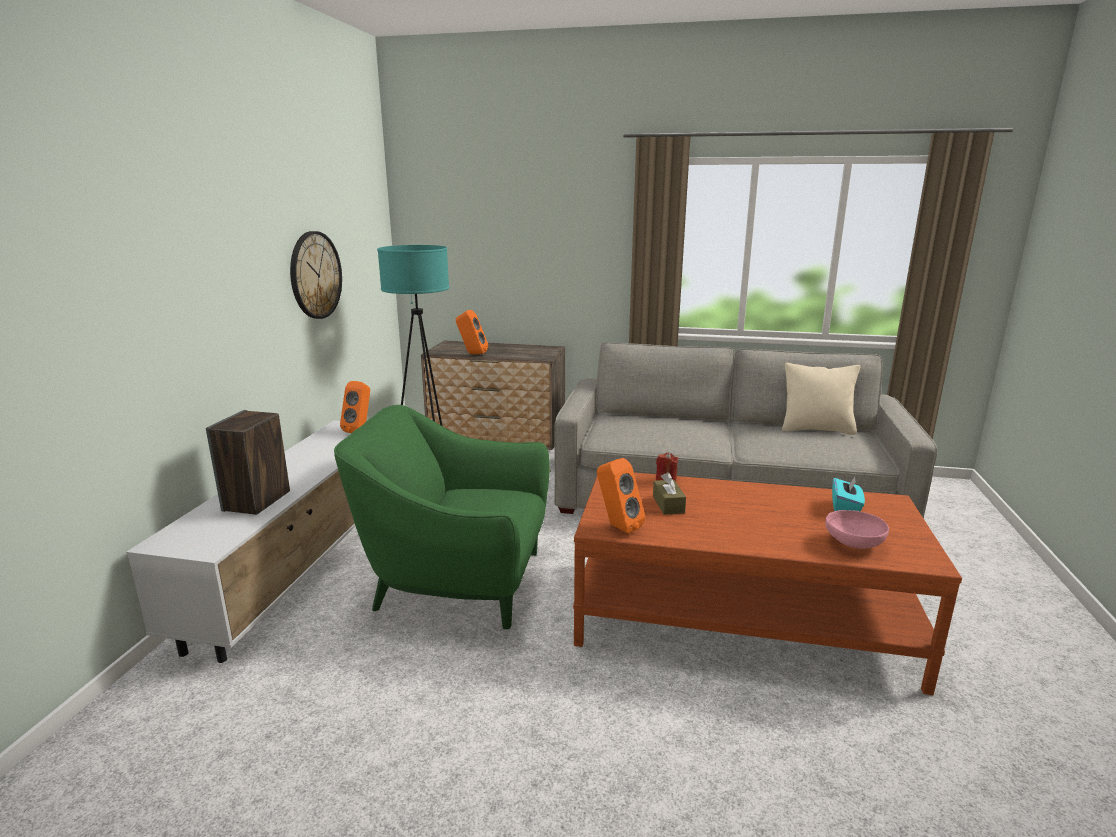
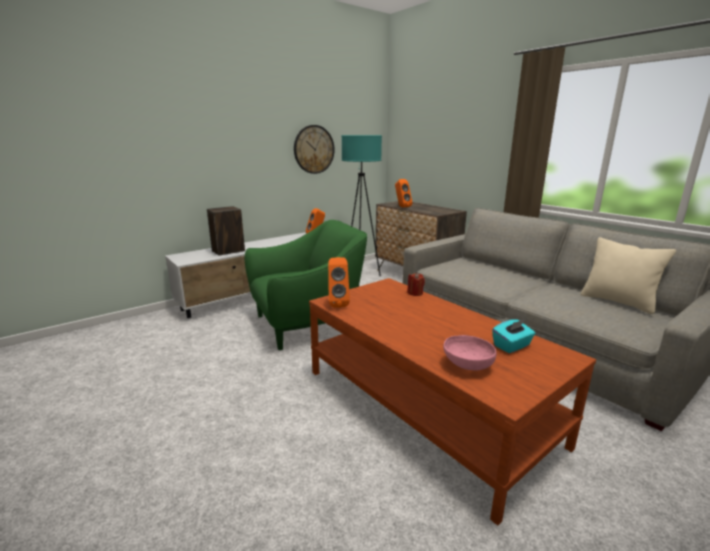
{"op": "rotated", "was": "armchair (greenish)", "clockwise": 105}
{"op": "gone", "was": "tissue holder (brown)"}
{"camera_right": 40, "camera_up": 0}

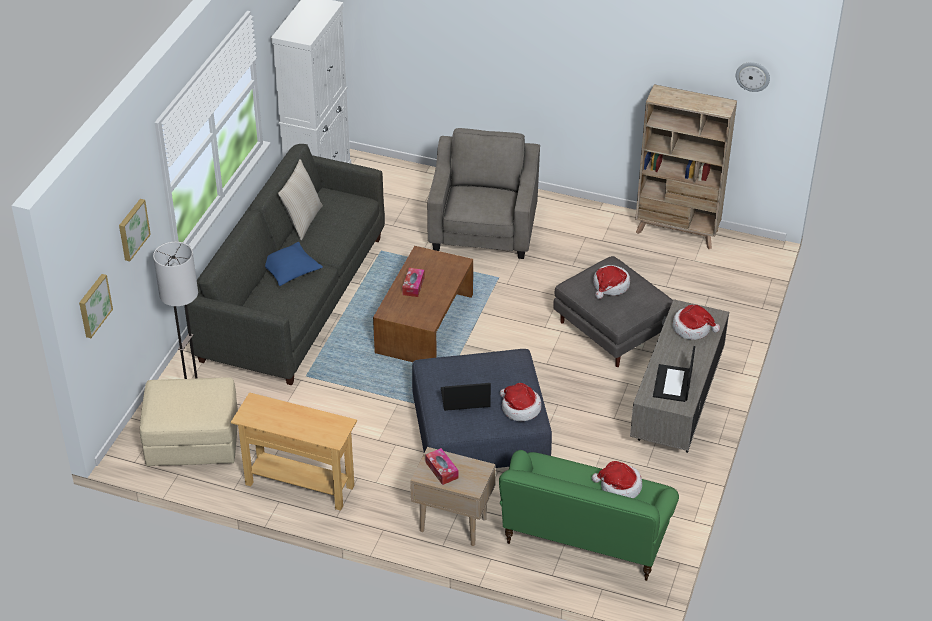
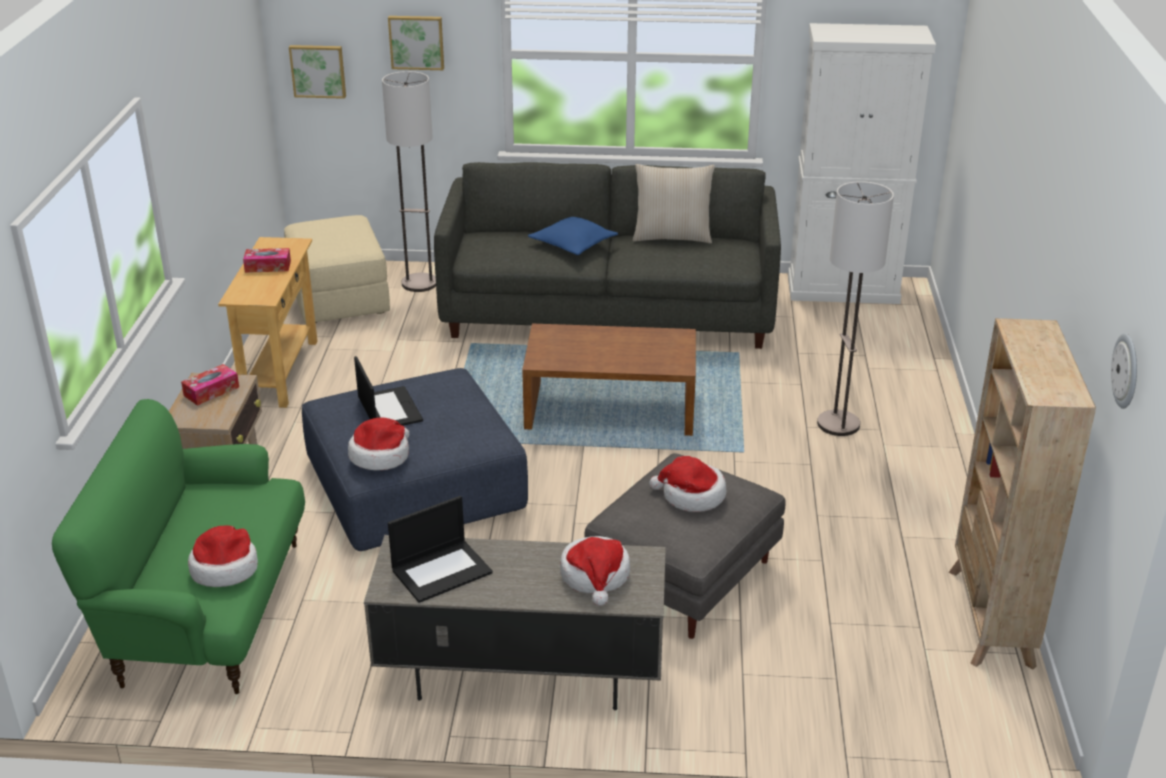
{"op": "shifted", "was": "tissue holder (no. 1 from left in the first image)", "now": "tissue holder (no. 2 from left)"}
{"op": "rotated", "was": "notebook computer (no. 2 from left)", "clockwise": 150}
{"op": "swapped", "was": "armchair (gray)", "now": "standing lamp (no. 2 from left)"}
{"camera_right": 75, "camera_up": -10}

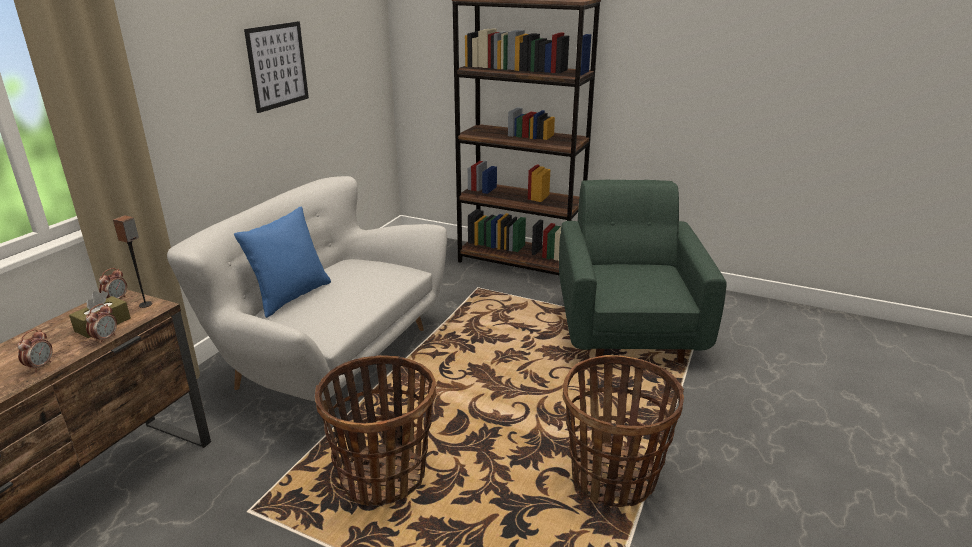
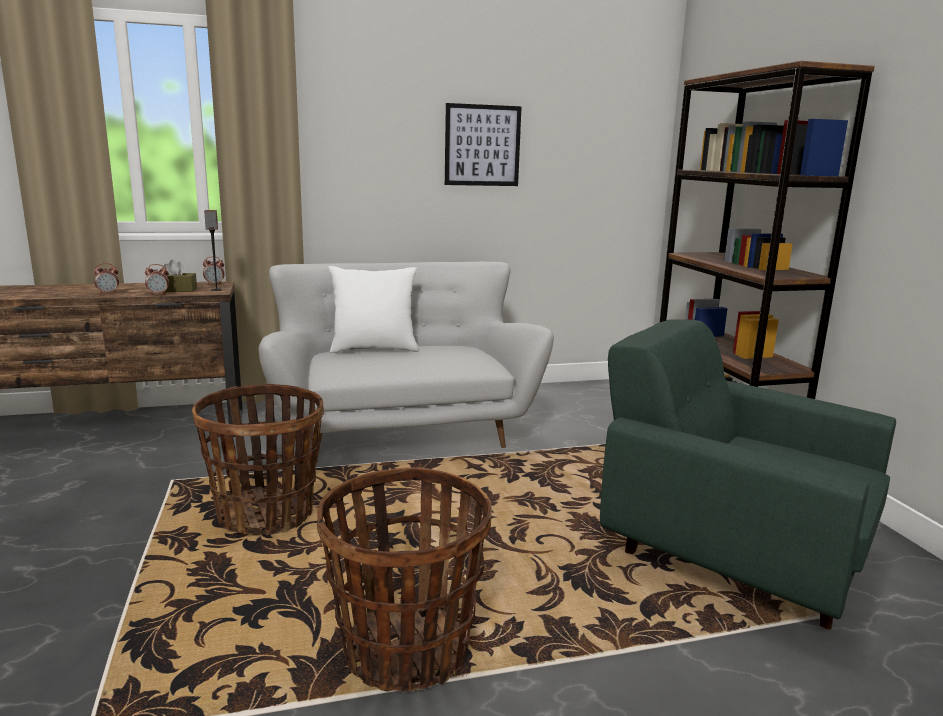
{"op": "repainted", "was": "cushion (blue-coloured)", "now": "cushion (whitish)"}
{"op": "rotated", "was": "armchair (greenish)", "clockwise": -105}
{"camera_right": 50, "camera_up": -10}

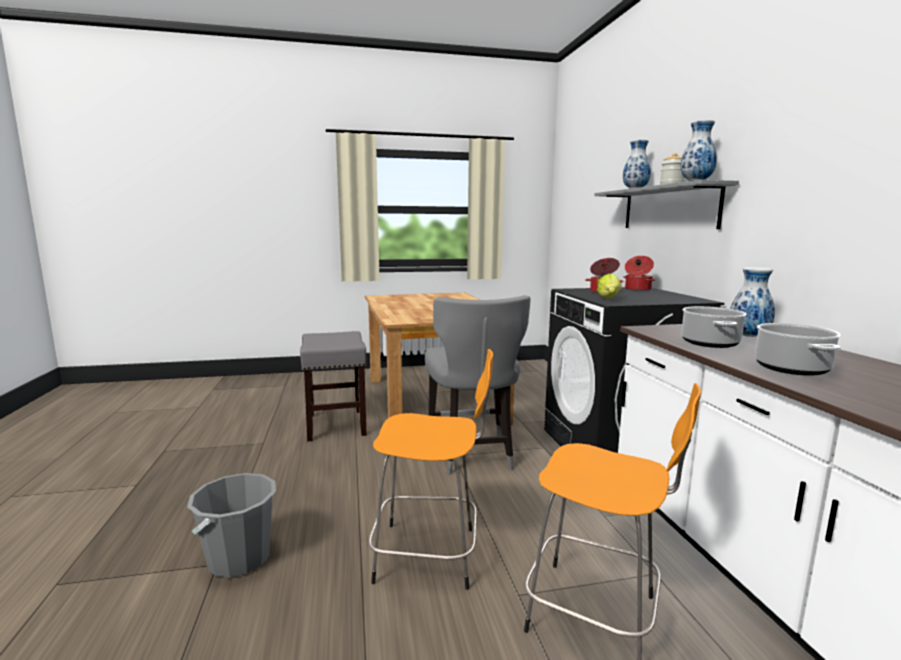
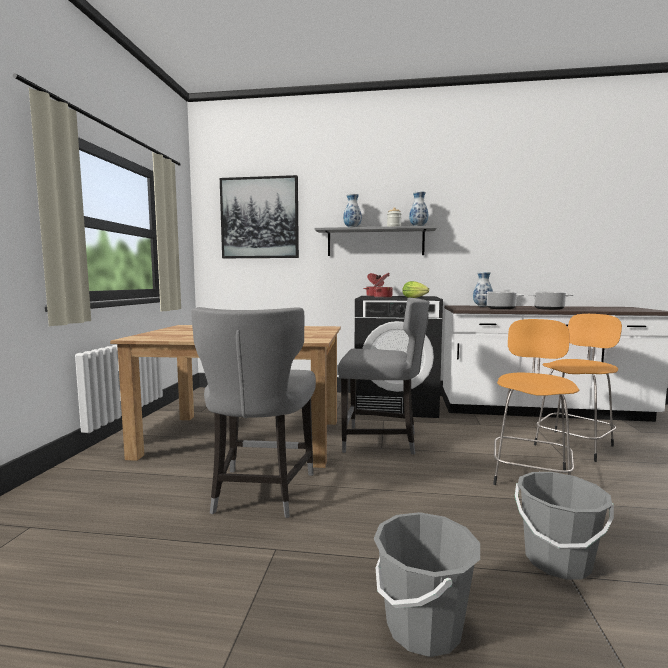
{"op": "swapped", "was": "sitting stool (gray)", "now": "plain chair (gray) (no. 1 from left)"}
{"op": "new", "now": "picture"}
{"op": "new", "now": "water bucket (gray) (no. 1 from left)"}
{"camera_right": -70, "camera_up": -5}

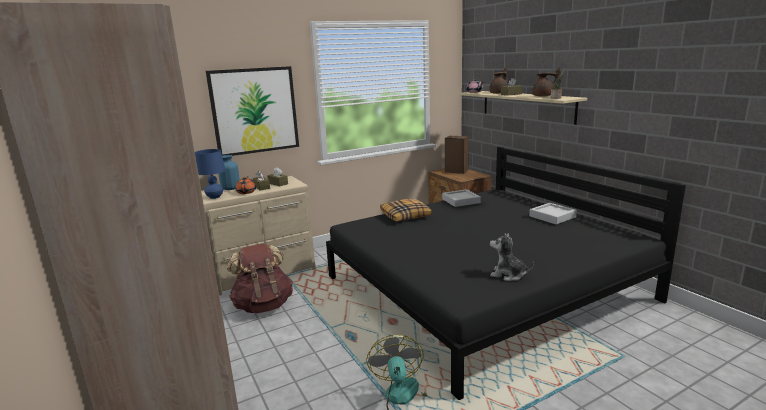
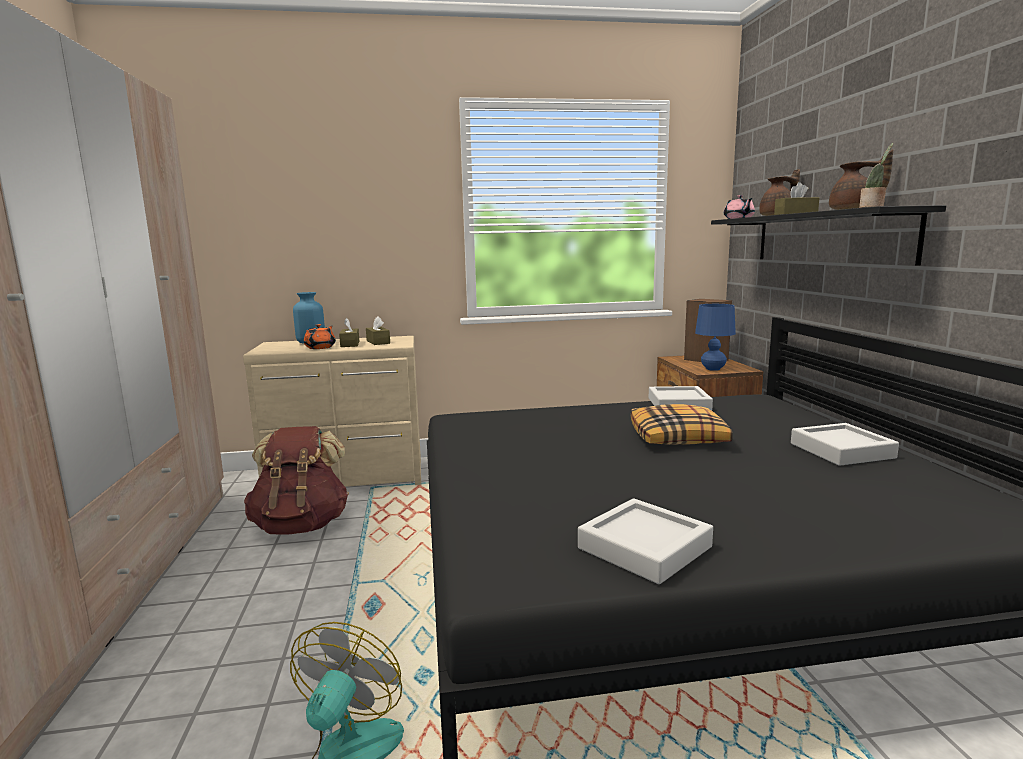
{"op": "swapped", "was": "soft toy", "now": "carrying tray (gray) (no. 1 from left)"}
{"op": "shifted", "was": "cushion"}
{"op": "shifted", "was": "table lamp (blue-coloured)"}
{"op": "repainted", "was": "wall shelf (sand-coloured)", "now": "wall shelf (black-coloured)"}
{"op": "gone", "was": "picture"}
{"camera_right": 20, "camera_up": -5}

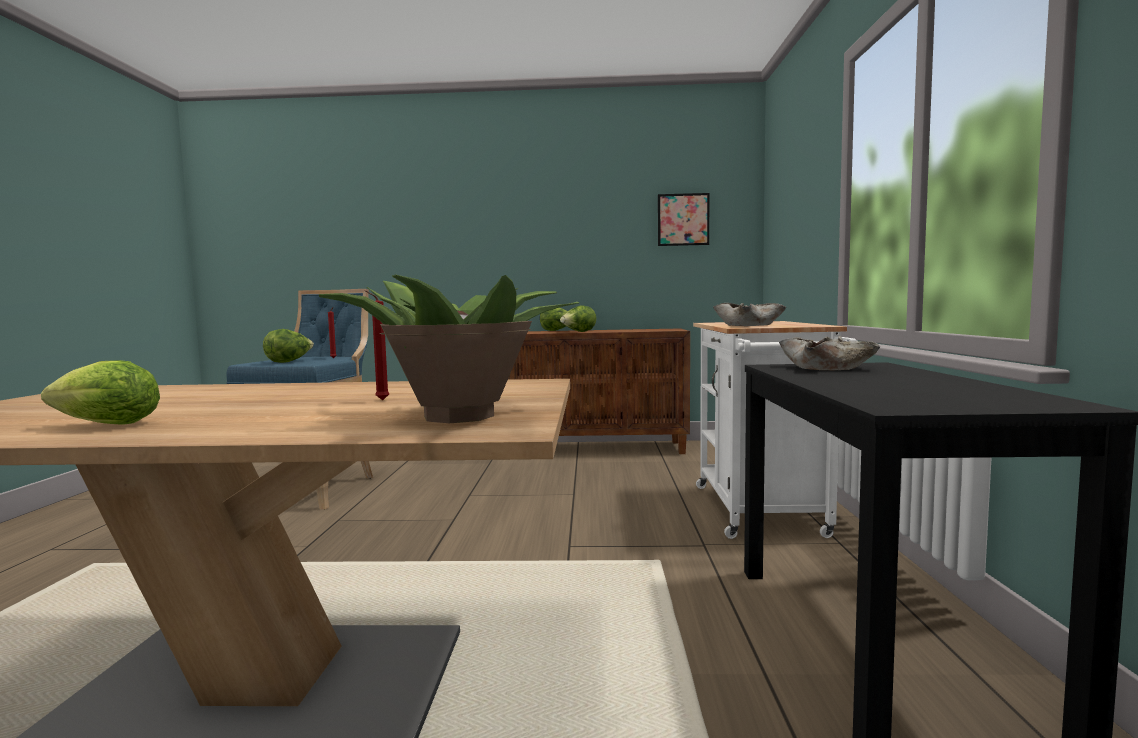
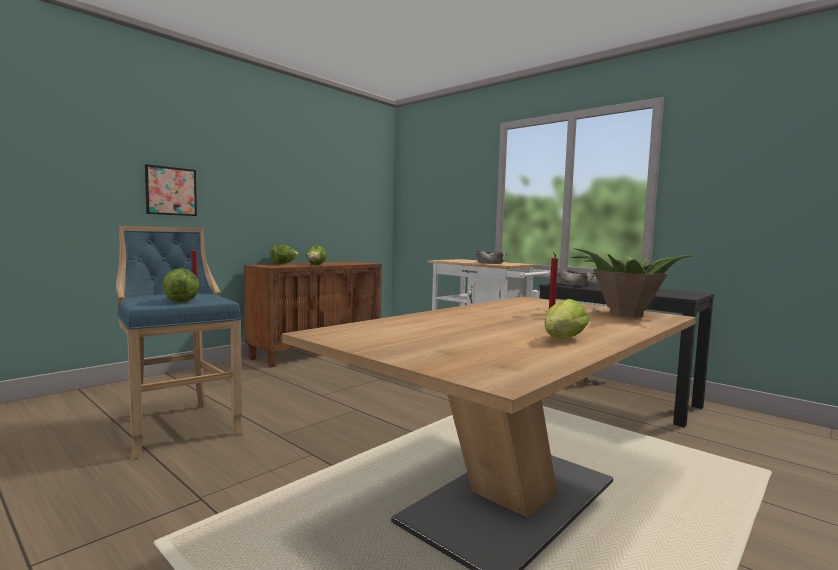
{"op": "shifted", "was": "picture"}
{"camera_right": -50, "camera_up": 0}

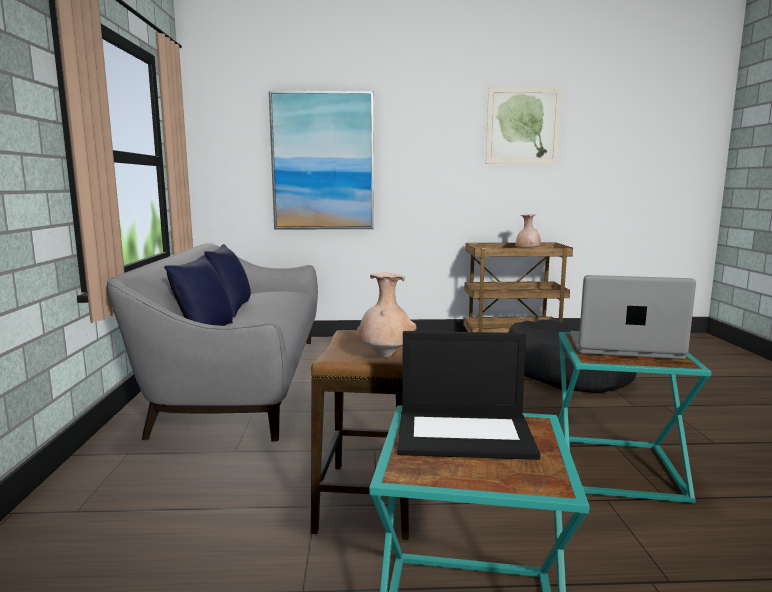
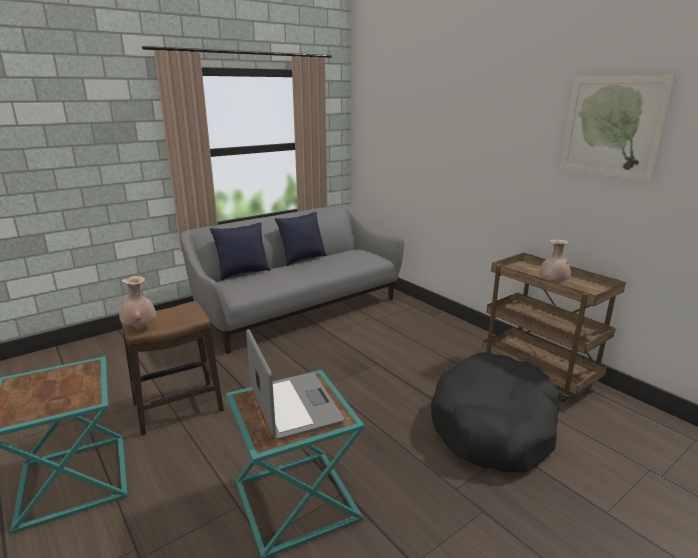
{"op": "gone", "was": "picture (no. 1 from left)"}
{"op": "gone", "was": "notebook computer (no. 1 from left)"}
{"camera_right": 55, "camera_up": 10}

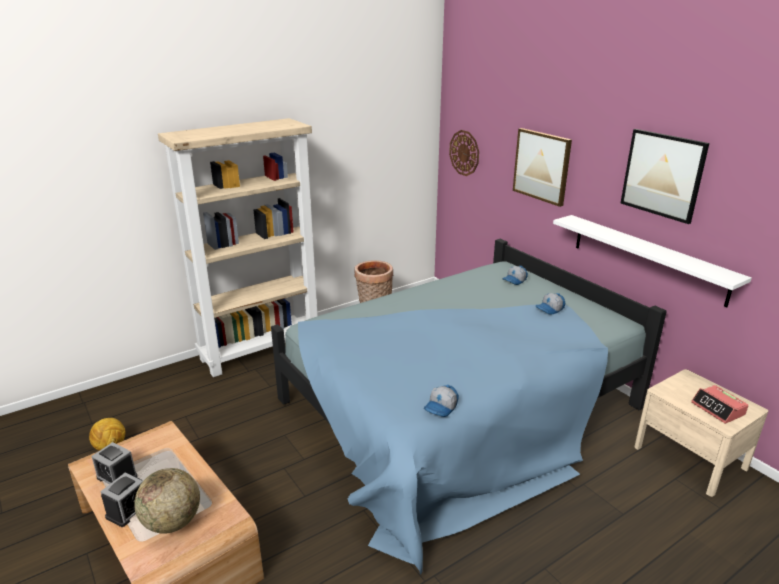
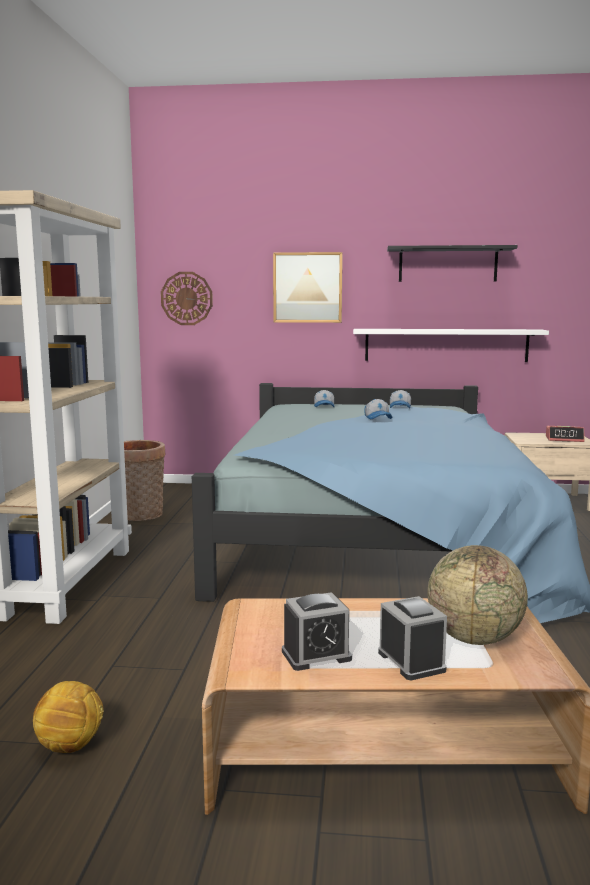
{"op": "shifted", "was": "cap (no. 1 from left in the first image)", "now": "cap (no. 2 from left)"}
{"op": "swapped", "was": "picture (no. 2 from left)", "now": "wall shelf (black-coloured)"}
{"camera_right": -50, "camera_up": -15}

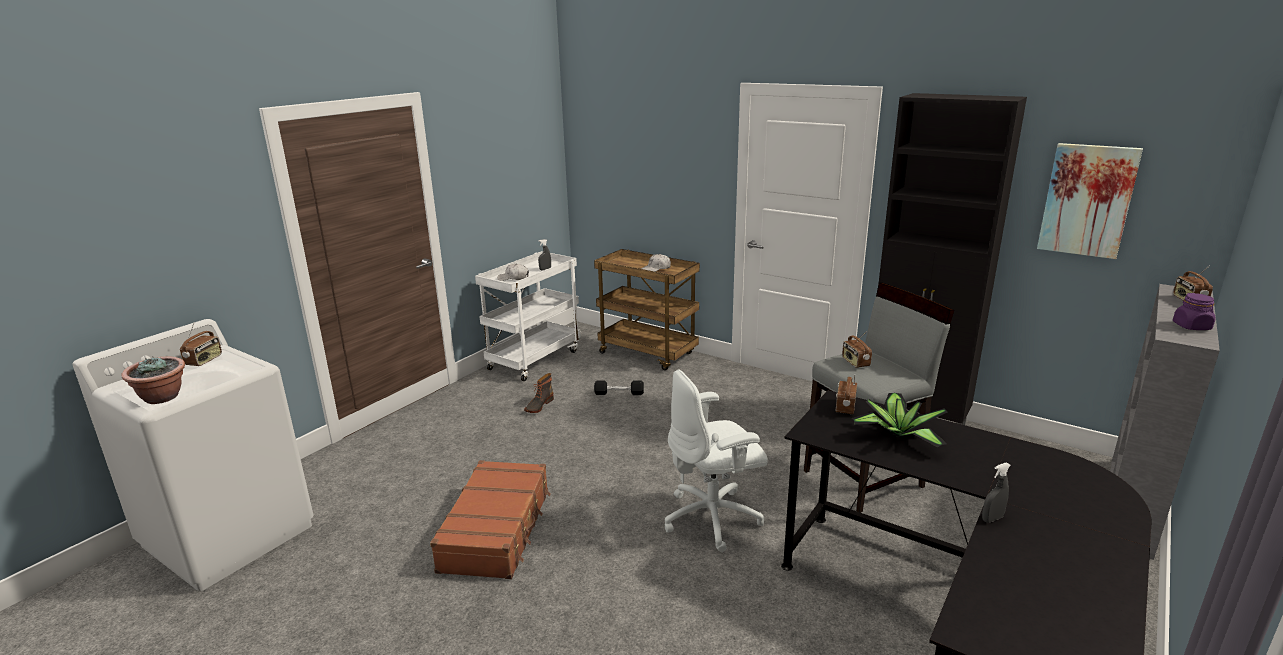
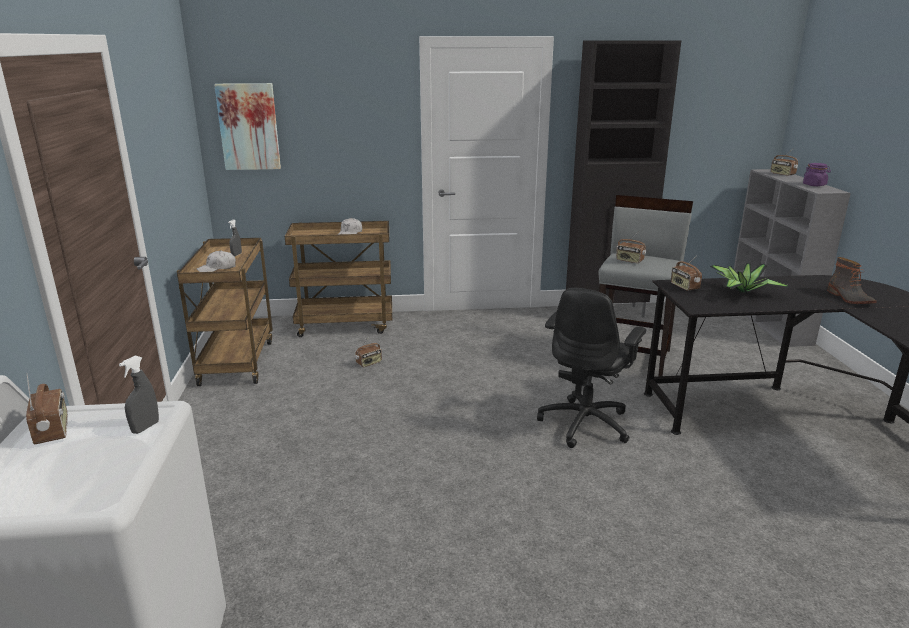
{"op": "shifted", "was": "hand sprayer (gray) (no. 2 from left in the first image)", "now": "hand sprayer (gray) (no. 1 from left)"}
{"op": "repainted", "was": "cart (whitish)", "now": "cart (brown) (no. 1 from left)"}
{"op": "shifted", "was": "picture"}
{"op": "swapped", "was": "hand weight (black-coloured)", "now": "radio set (no. 2 from left)"}
{"op": "repainted", "was": "computer chair (whitish)", "now": "computer chair (black-coloured)"}
{"op": "shifted", "was": "boot"}
{"op": "gone", "was": "potted plant (no. 1 from left)"}
{"op": "gone", "was": "travel case (brown)"}
{"camera_right": -40, "camera_up": 0}

